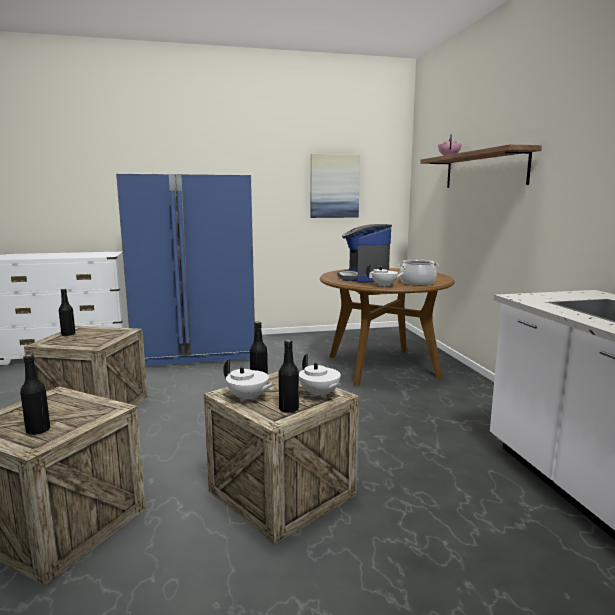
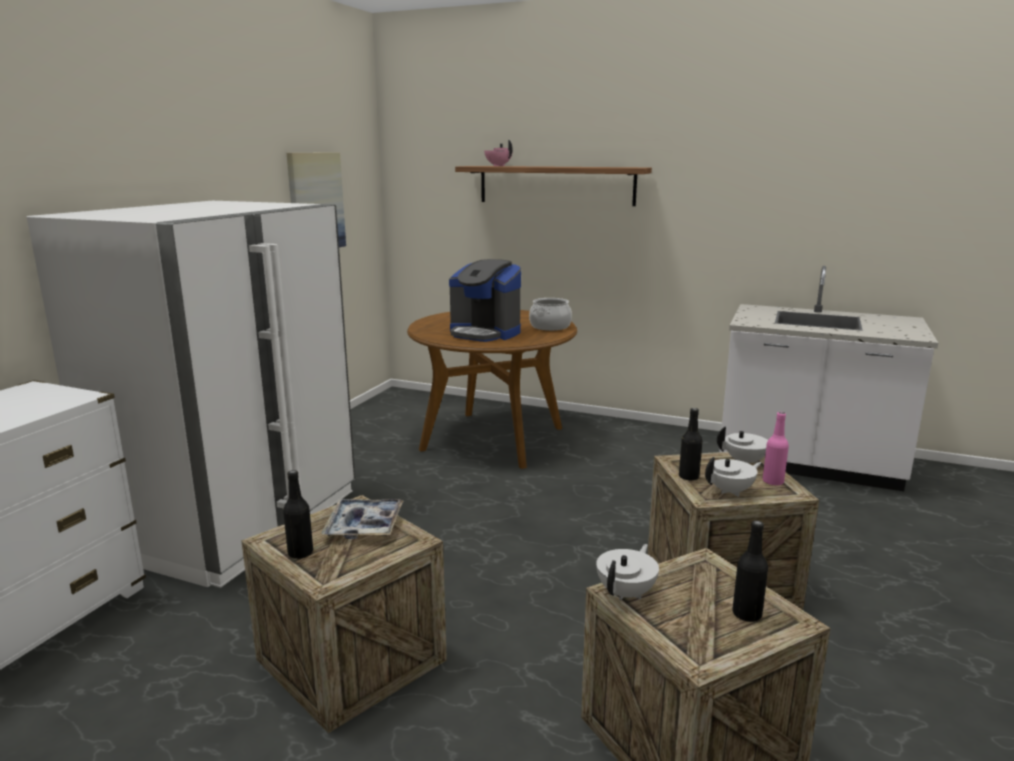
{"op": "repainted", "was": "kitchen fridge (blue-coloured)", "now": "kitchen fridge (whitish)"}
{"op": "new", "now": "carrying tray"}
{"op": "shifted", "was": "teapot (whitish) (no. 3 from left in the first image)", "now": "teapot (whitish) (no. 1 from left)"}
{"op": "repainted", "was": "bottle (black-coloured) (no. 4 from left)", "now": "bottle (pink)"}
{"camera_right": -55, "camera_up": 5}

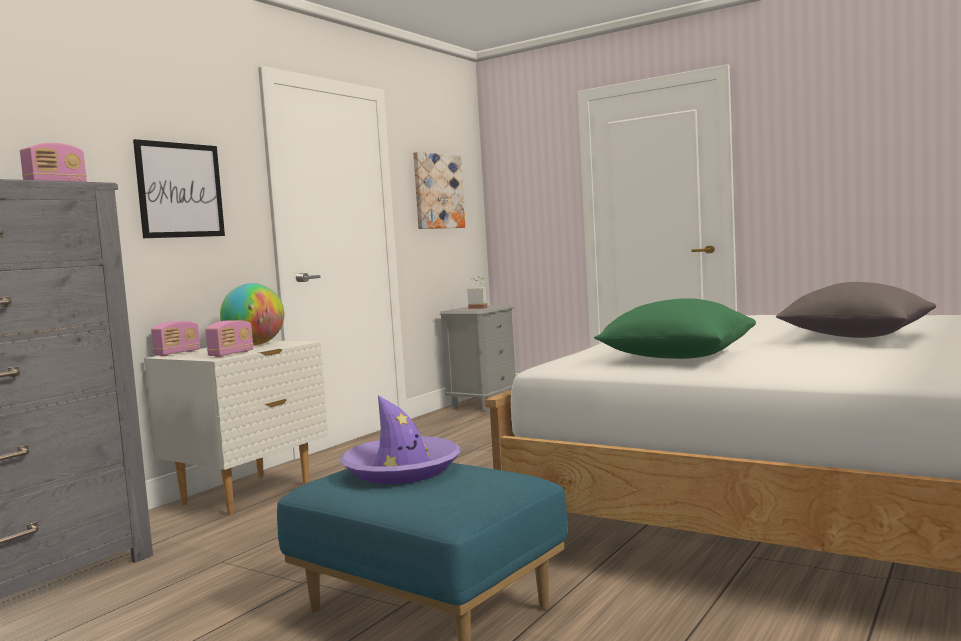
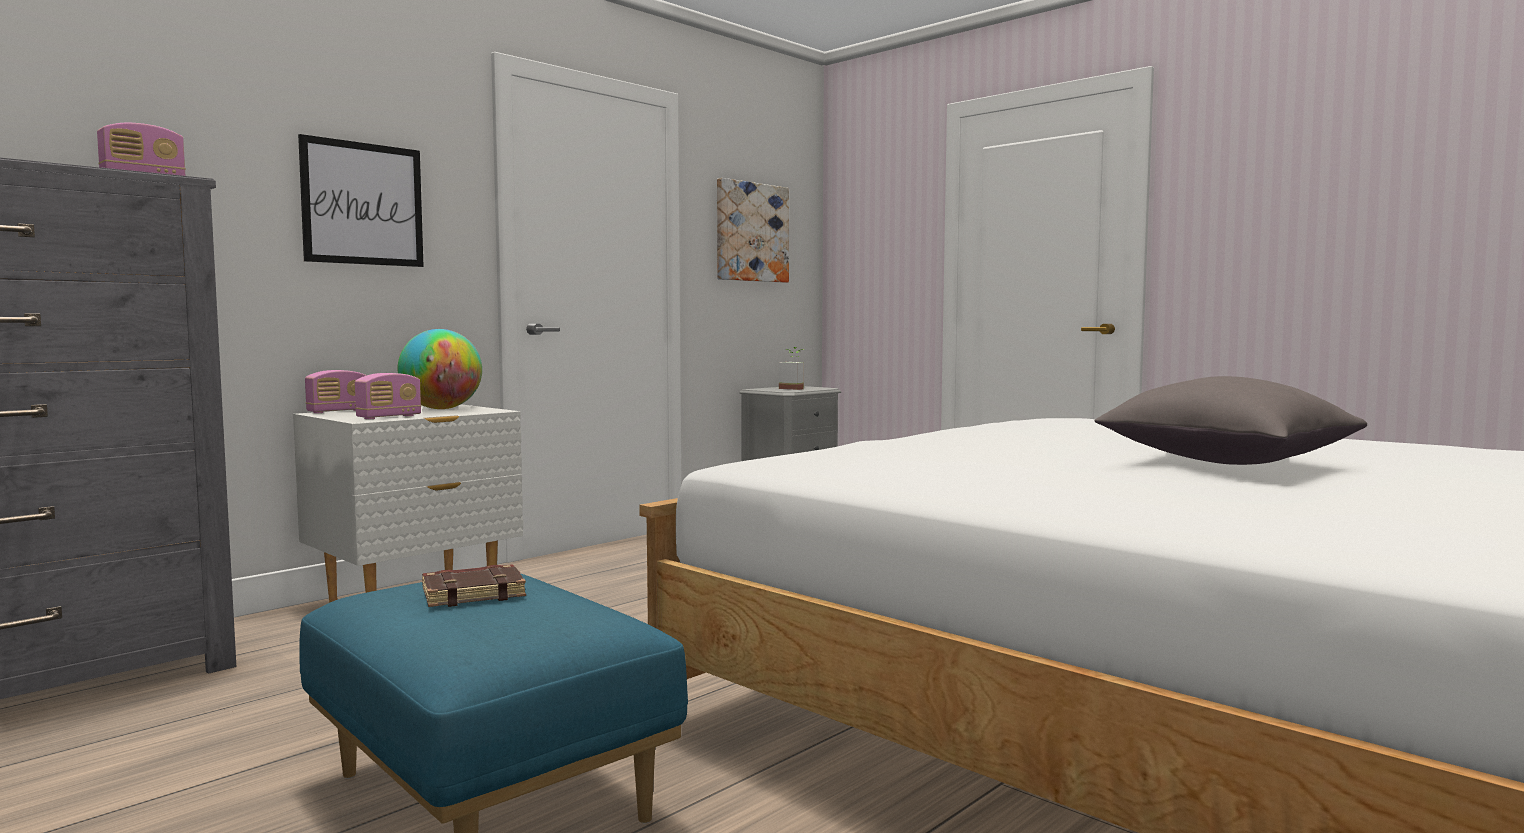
{"op": "swapped", "was": "clothing hat (purple)", "now": "book (brown)"}
{"op": "gone", "was": "cushion (greenish)"}
{"camera_right": 10, "camera_up": 0}

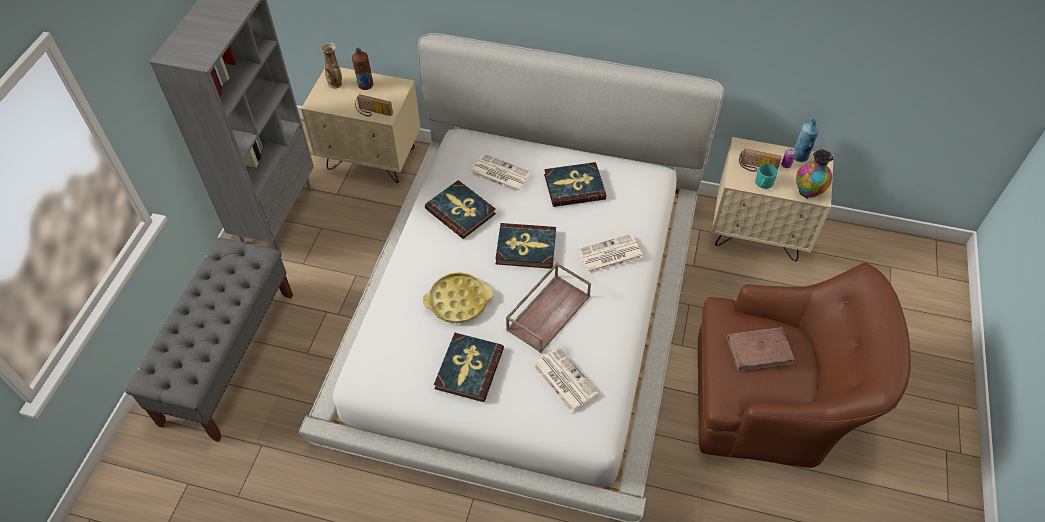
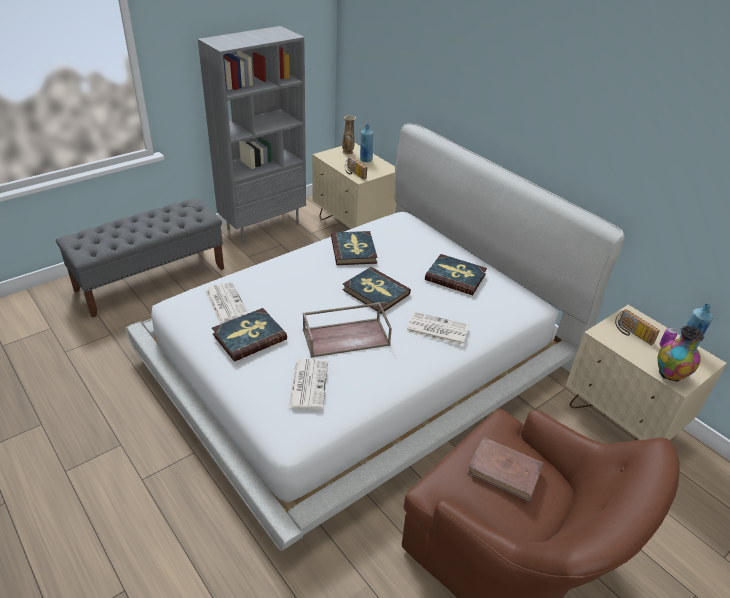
{"op": "shifted", "was": "newspaper (no. 1 from left)"}
{"op": "repainted", "was": "bottle (brown)", "now": "bottle (blue-coloured) (no. 1 from left)"}
{"op": "gone", "was": "carrying tray (yellow)"}
{"op": "gone", "was": "tea mug (turquoise)"}
{"camera_right": 35, "camera_up": -15}

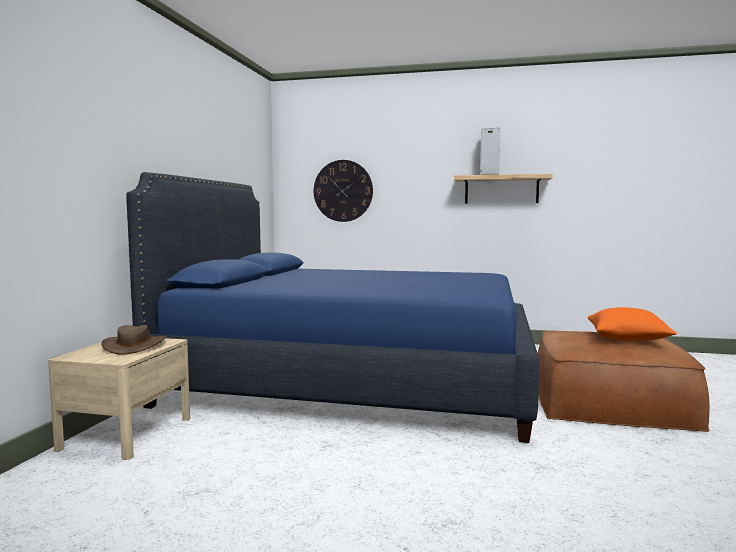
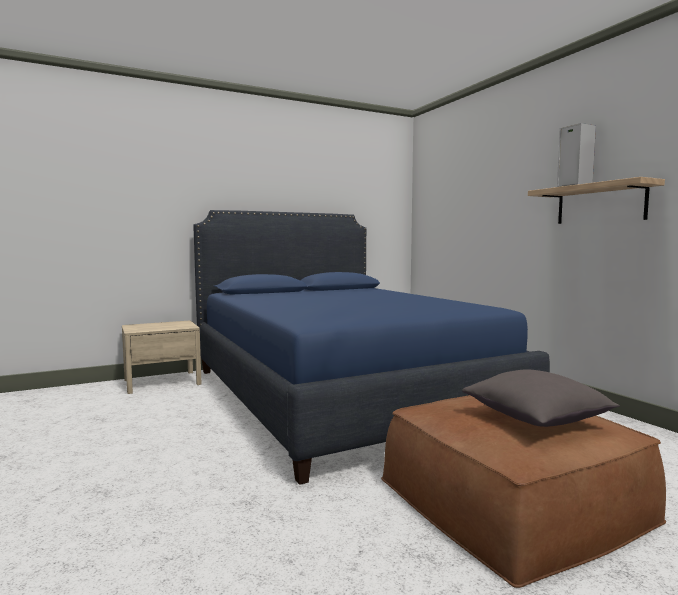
{"op": "repainted", "was": "cushion (orangey)", "now": "cushion (gray)"}
{"op": "gone", "was": "clothing hat (brown)"}
{"op": "gone", "was": "hanging clock"}
{"camera_right": 50, "camera_up": 0}

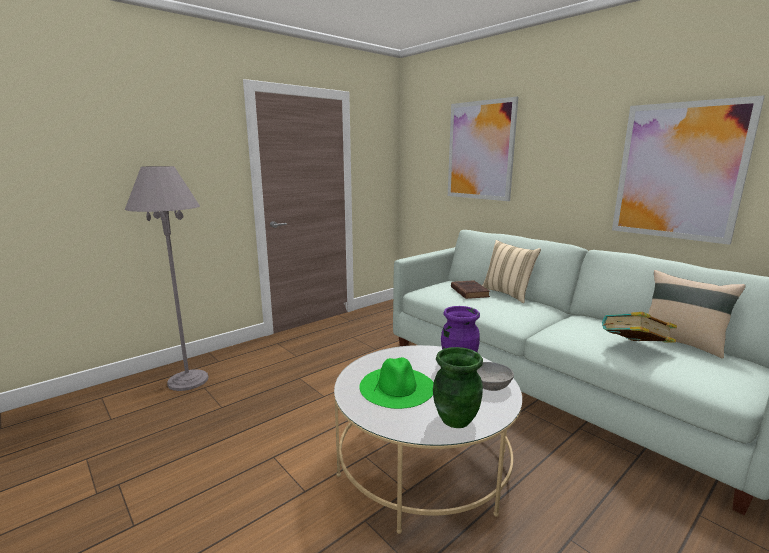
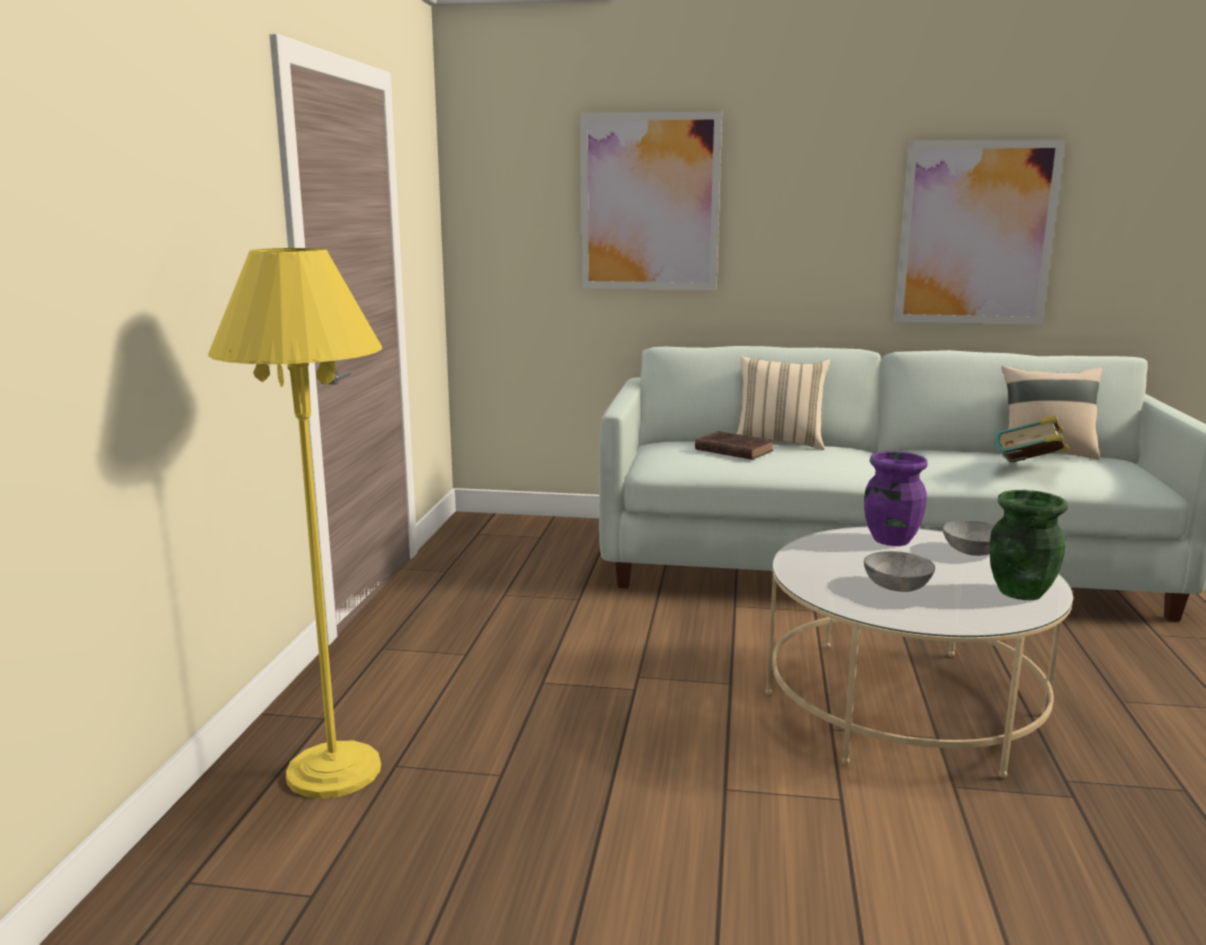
{"op": "repainted", "was": "standing lamp (gray)", "now": "standing lamp (yellow)"}
{"op": "swapped", "was": "clothing hat (greenish)", "now": "deep dish (gray) (no. 1 from left)"}
{"camera_right": -40, "camera_up": 0}

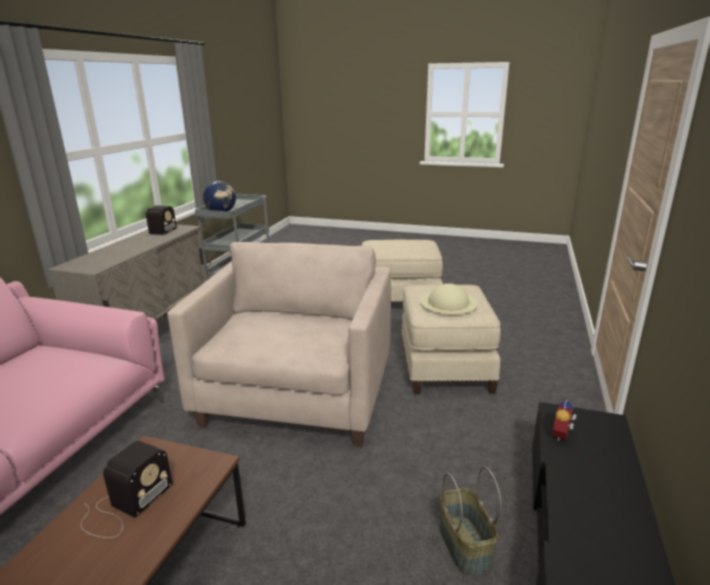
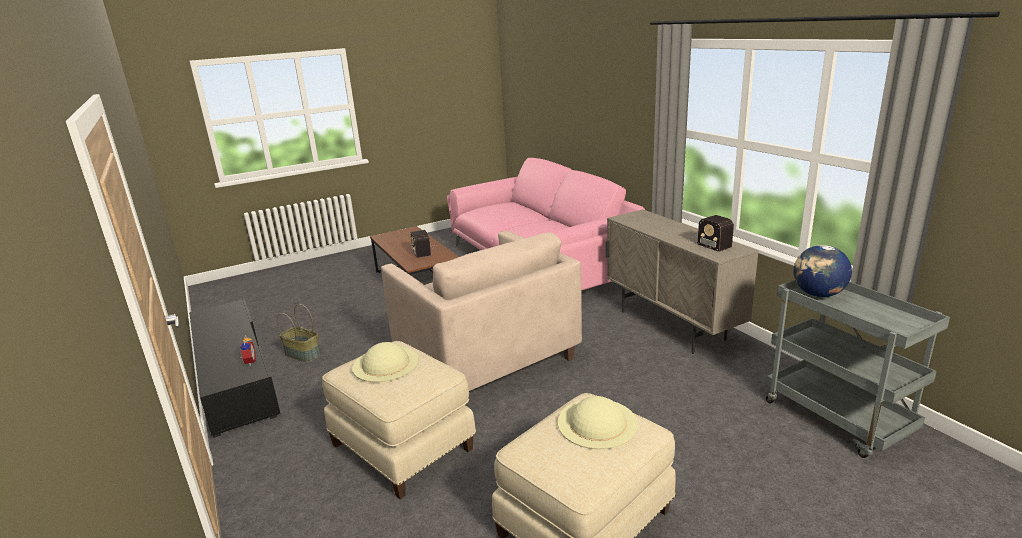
{"op": "new", "now": "clothing hat (sand-coloured) (no. 2 from left)"}
{"camera_right": 135, "camera_up": 0}

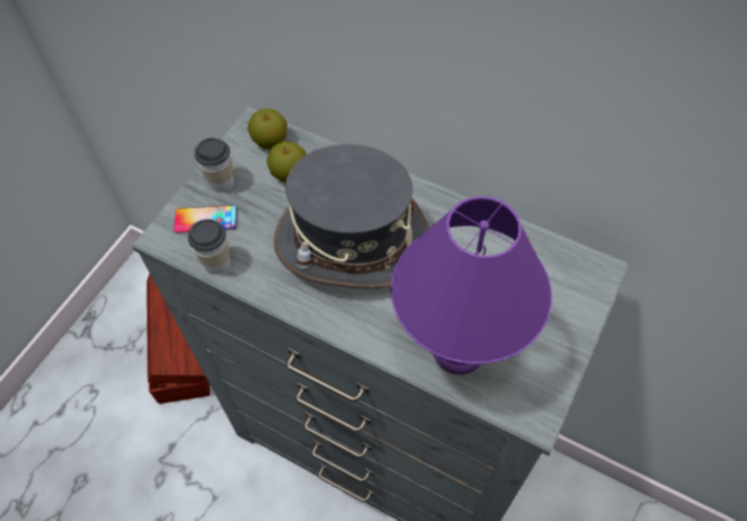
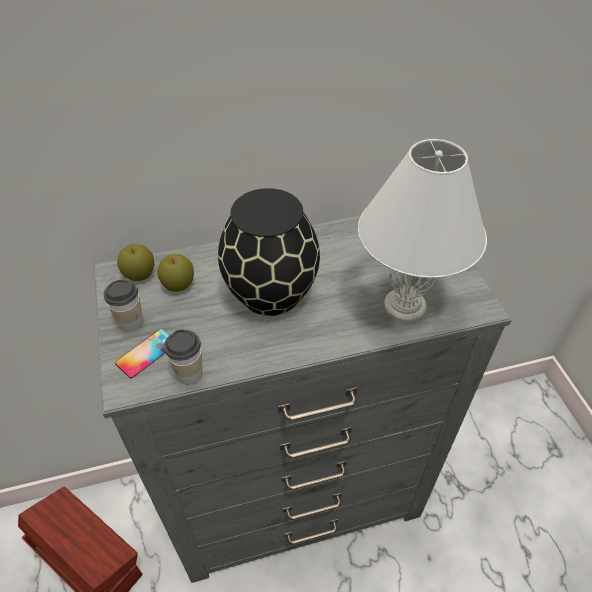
{"op": "swapped", "was": "clothing hat (gray)", "now": "vase (black-coloured)"}
{"op": "repainted", "was": "table lamp (purple)", "now": "table lamp (whitish)"}
{"camera_right": -45, "camera_up": -10}

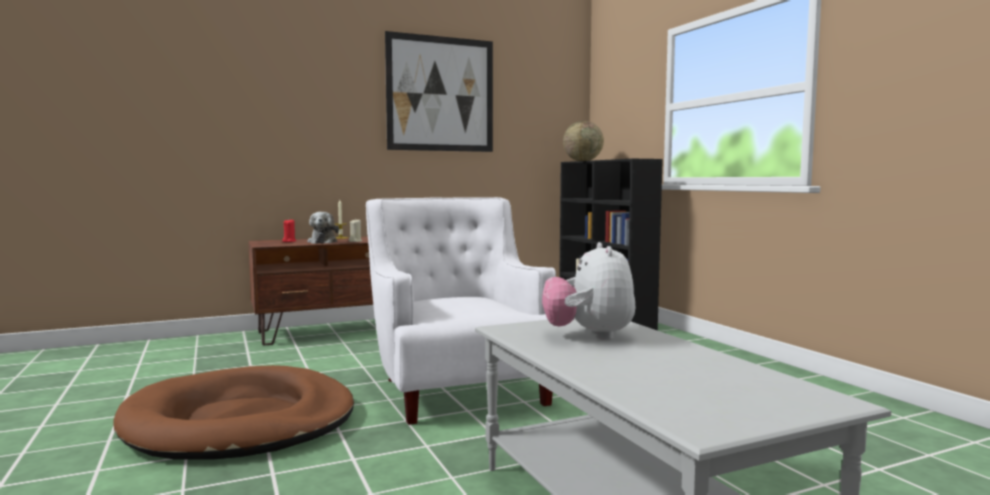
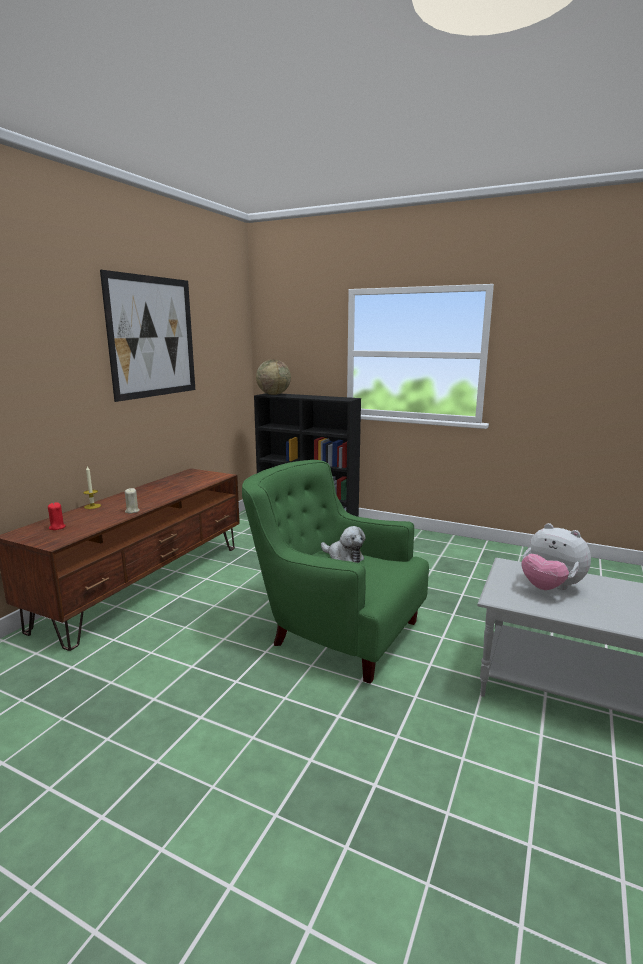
{"op": "repainted", "was": "armchair (whitish)", "now": "armchair (greenish)"}
{"op": "shifted", "was": "soft toy (no. 1 from left)"}
{"op": "gone", "was": "pet bed (brown)"}
{"camera_right": -40, "camera_up": 10}

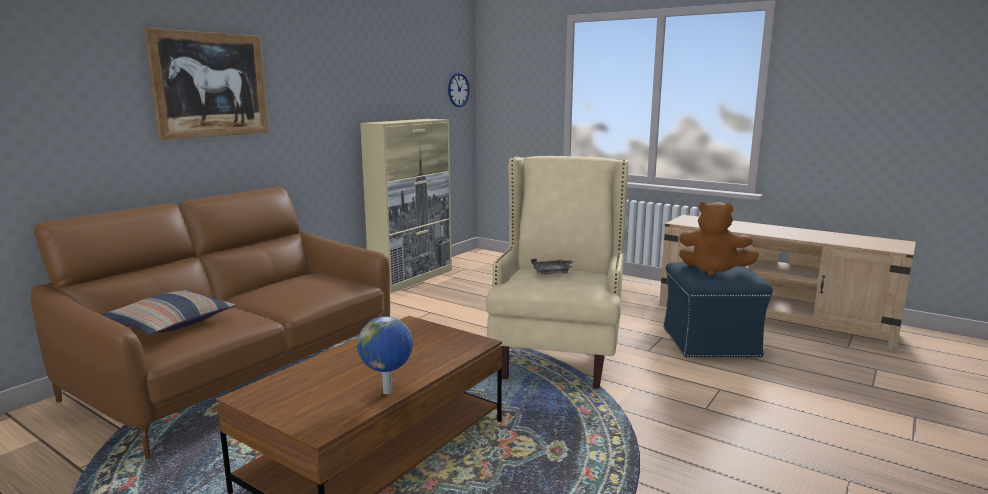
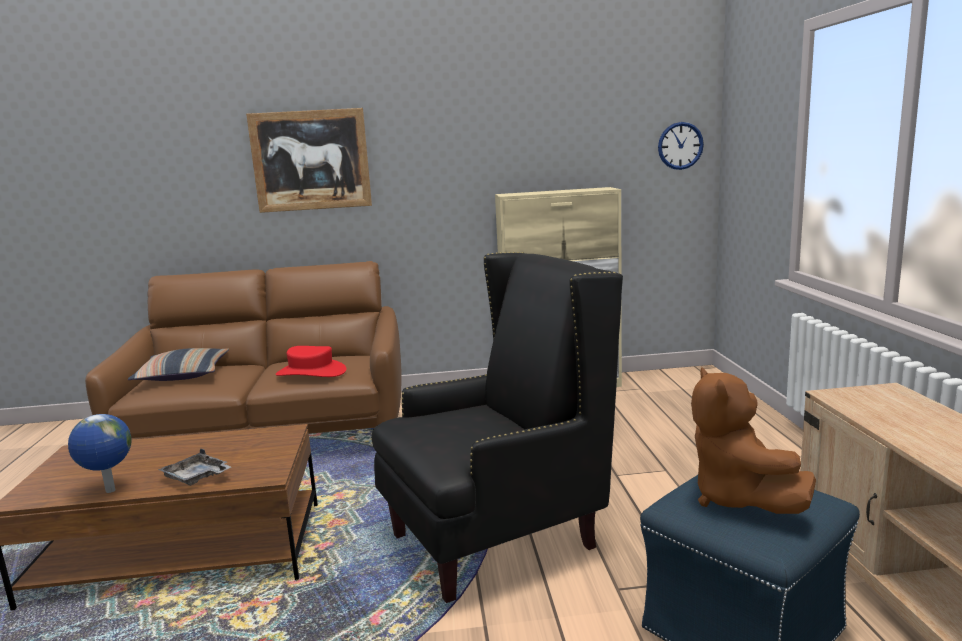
{"op": "shifted", "was": "carrying tray (gray)"}
{"op": "new", "now": "clothing hat (reddish)"}
{"op": "repainted", "was": "armchair (sand-coloured)", "now": "armchair (black-coloured)"}
{"camera_right": 50, "camera_up": 0}

